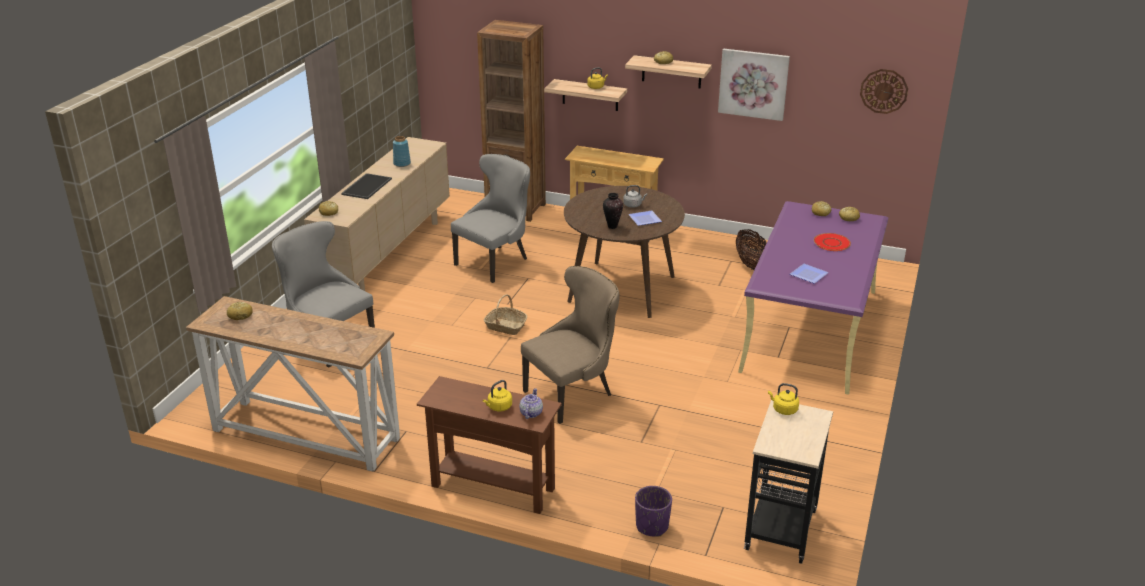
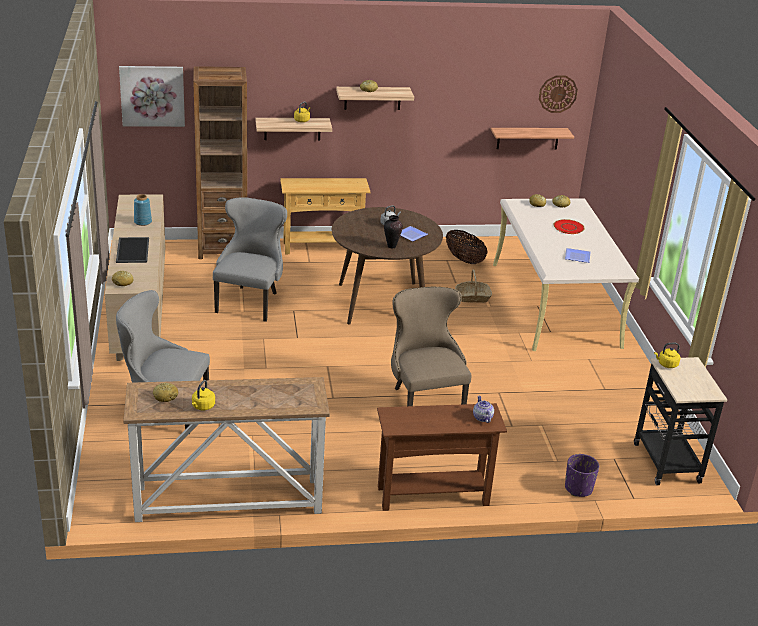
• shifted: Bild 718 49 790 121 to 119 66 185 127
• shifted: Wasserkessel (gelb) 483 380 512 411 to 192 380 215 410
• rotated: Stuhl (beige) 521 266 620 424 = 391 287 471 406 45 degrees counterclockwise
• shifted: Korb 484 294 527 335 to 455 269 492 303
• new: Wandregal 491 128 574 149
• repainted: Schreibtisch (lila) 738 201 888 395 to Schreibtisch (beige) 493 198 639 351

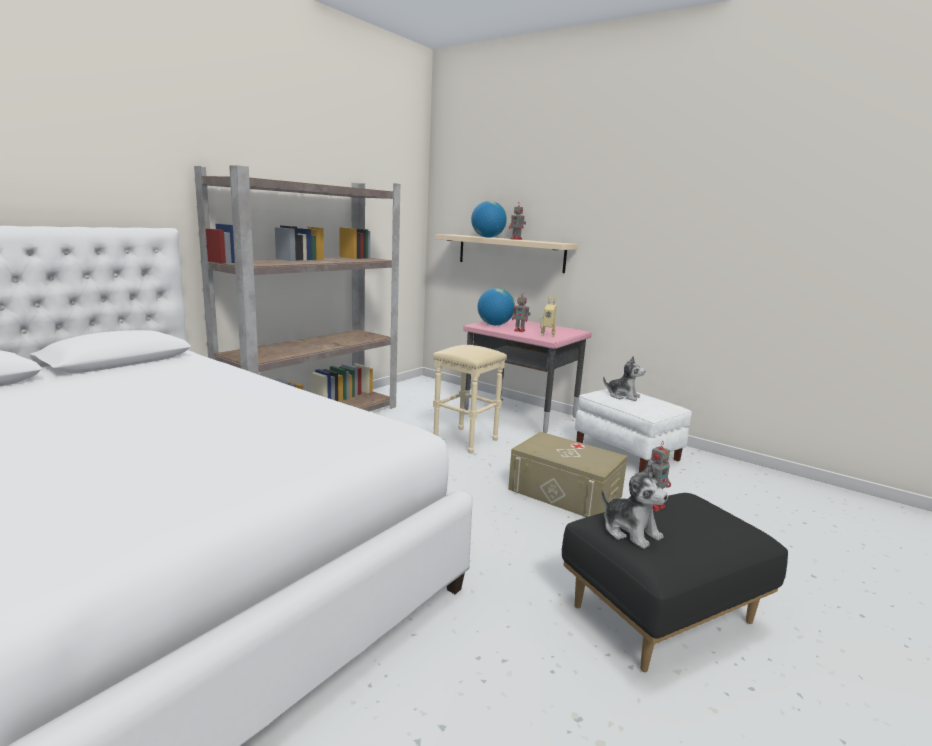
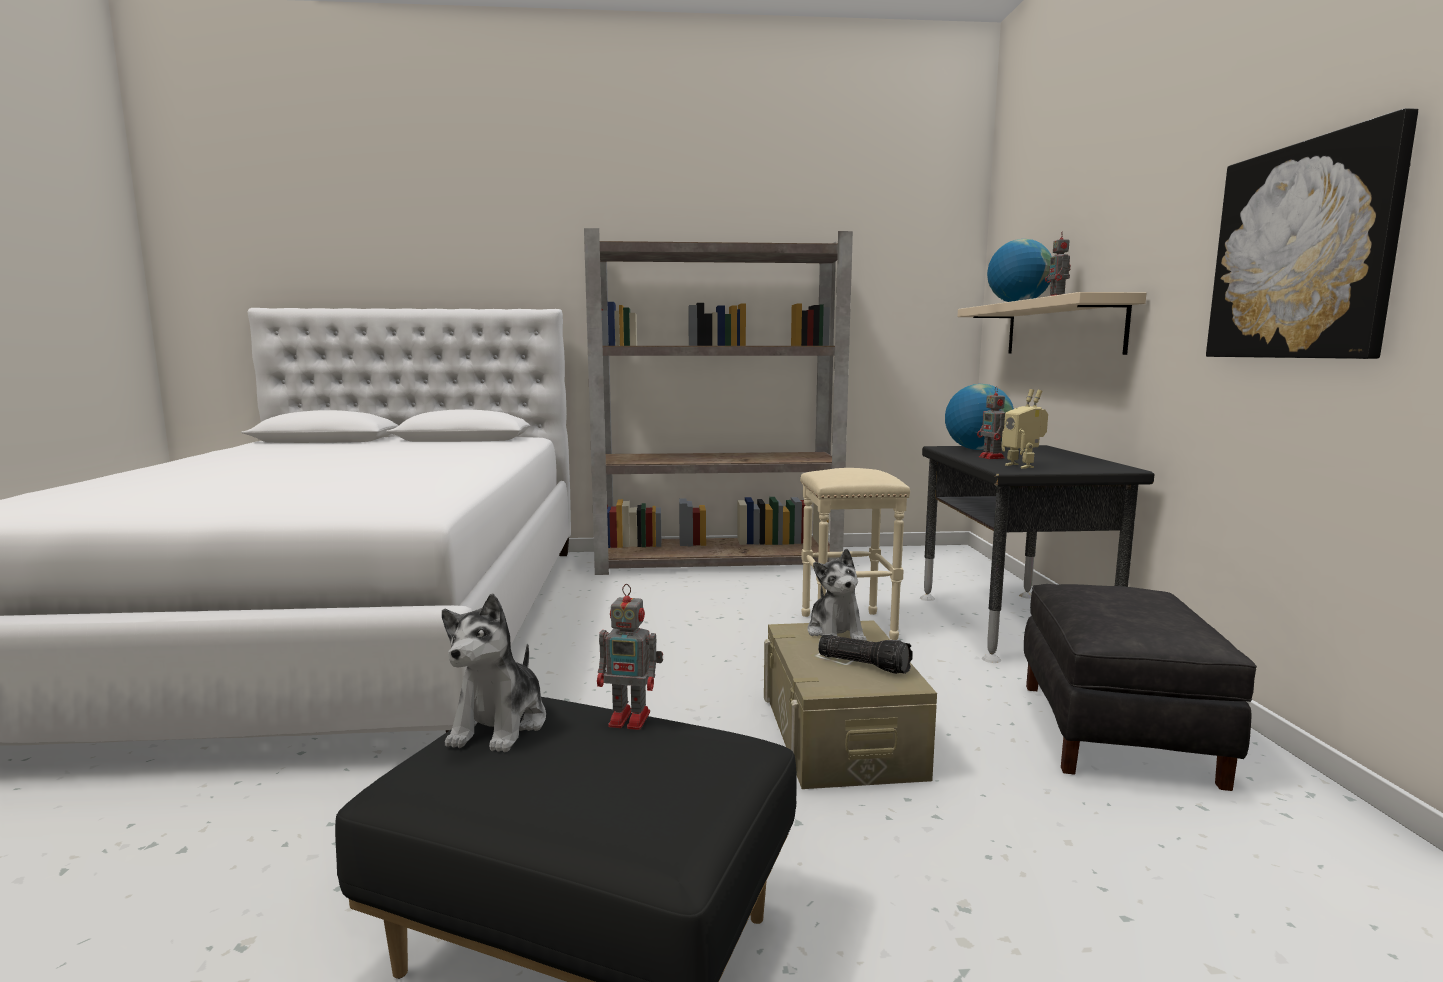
• shifted: Plüschtier 603 356 645 401 to 807 549 867 641
• new: Taschenlampe 818 635 913 674
• repainted: Schreibtisch (rosa) 463 318 592 433 to Schreibtisch (schwarz) 920 445 1154 663
• repainted: Polsterhocker (weiß) 575 389 692 472 to Polsterhocker (schwarz) 1024 584 1257 791
• new: Bild 1206 108 1418 359

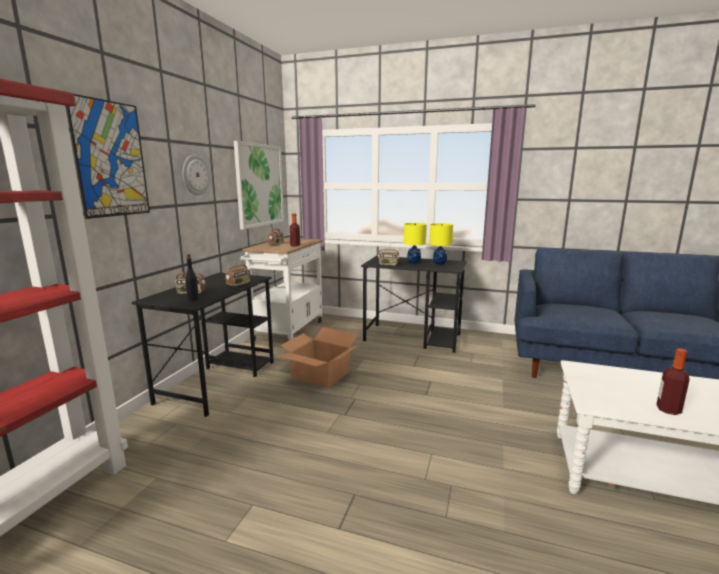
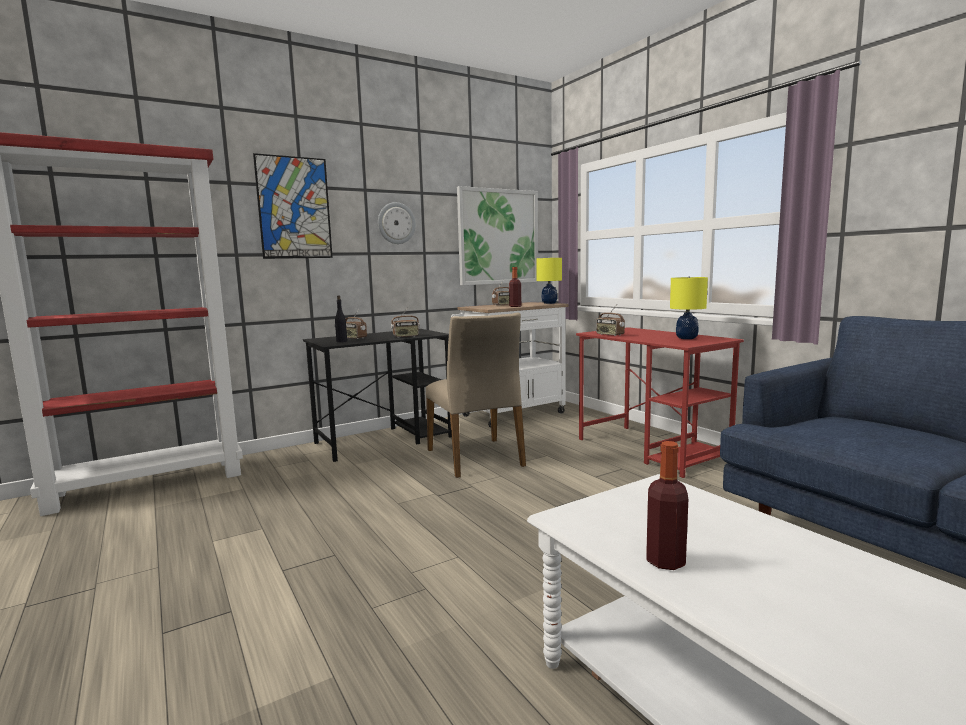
• swapped: Karton 278 327 359 388 to Stuhl (beige) 426 313 526 478
• shifted: Tischlampe (gelb) 404 223 427 264 to 536 257 562 304
• repainted: Schreibtisch (schwarz) 361 256 467 353 to Schreibtisch (rot) 576 327 744 478

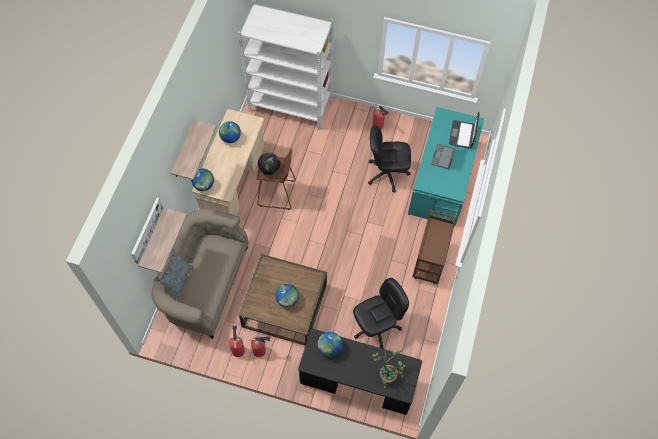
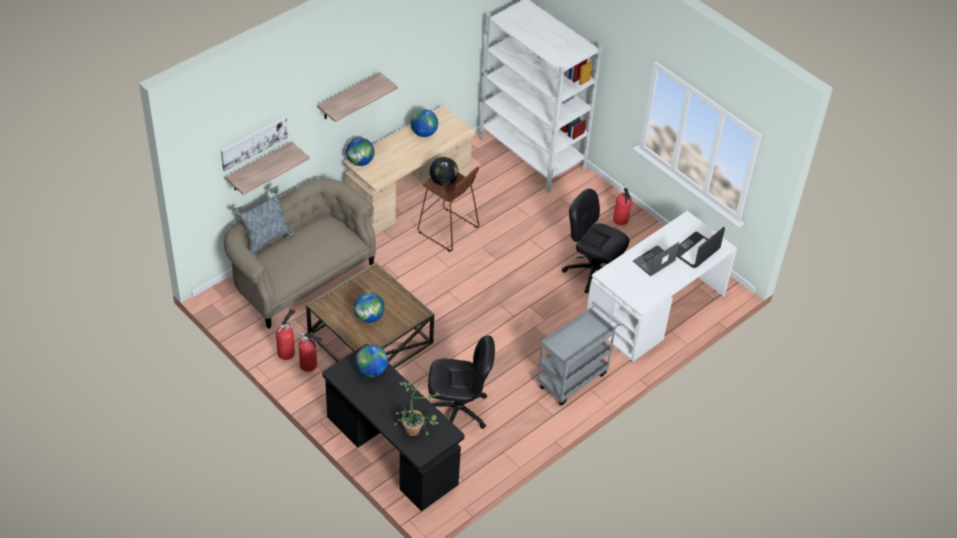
• repainted: Rollwagen (braun) 413 210 457 284 to Rollwagen (grau) 537 302 621 405
• repainted: Schreibtisch (türkis) 408 107 484 226 to Schreibtisch (weiß) 587 211 737 362

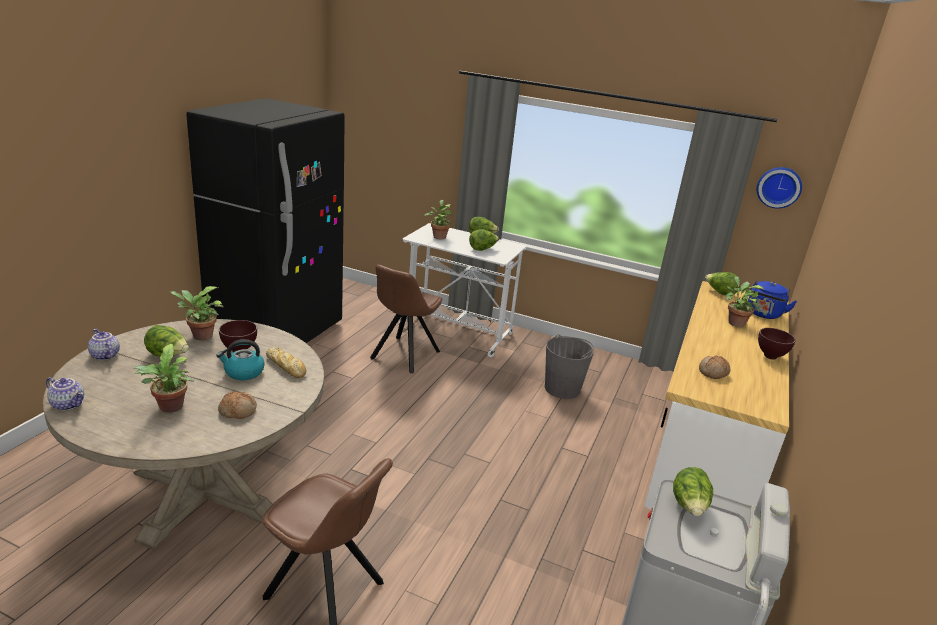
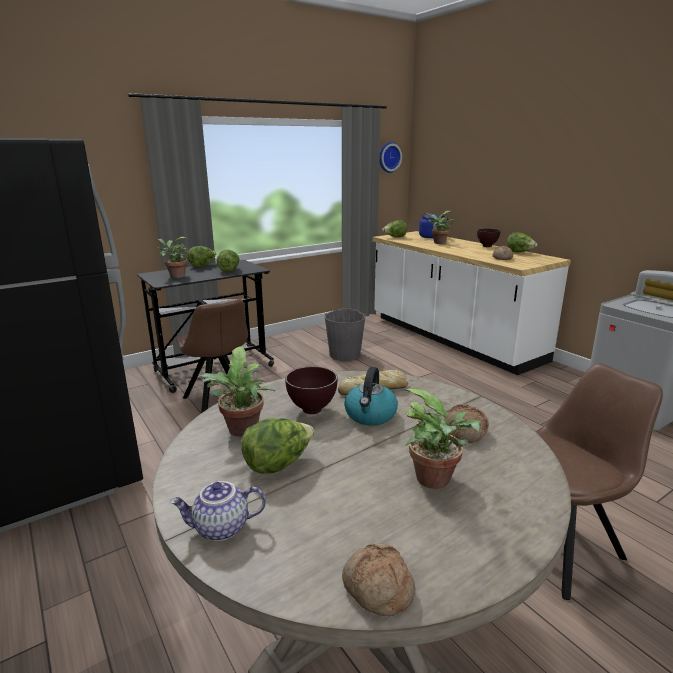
• repainted: Schreibtisch (weiß) 399 223 526 357 to Schreibtisch (schwarz) 137 260 274 393
• swapped: Teekanne 46 377 84 411 to Brot 342 543 415 616
• shifted: Salatkopf 673 467 713 516 to 507 233 537 253

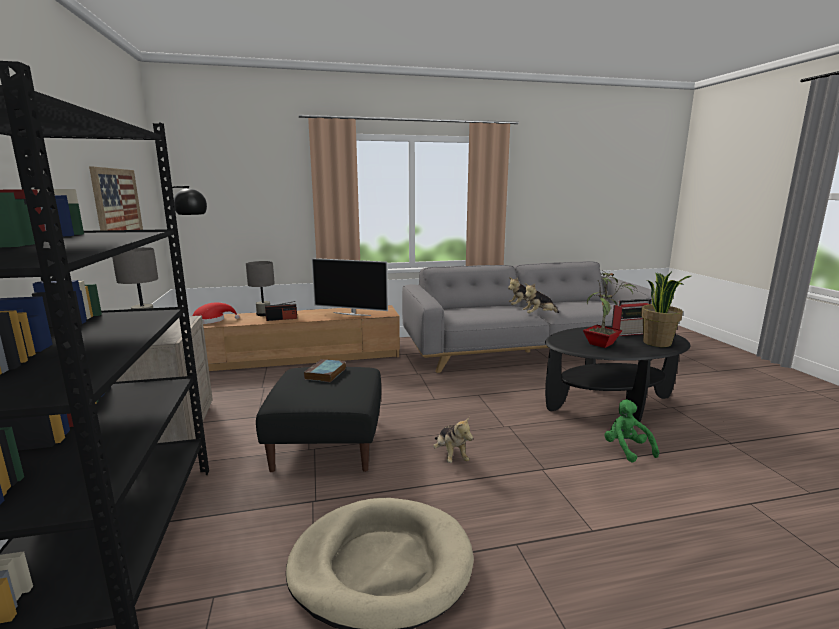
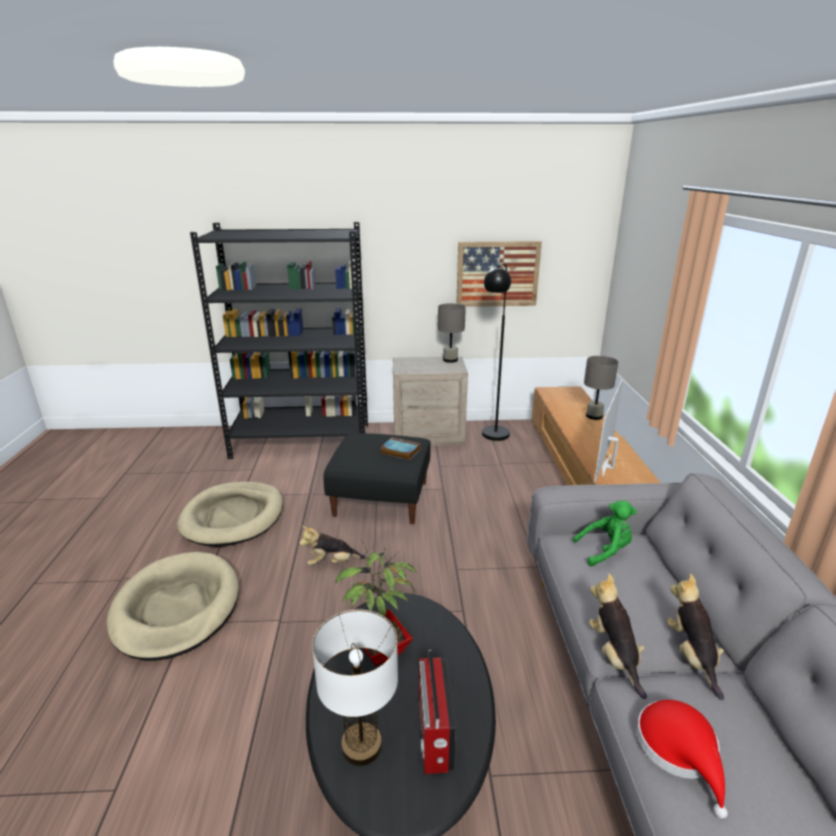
• new: Hundebett (beige) 107 552 239 661
• swapped: Topfpflanze 641 272 691 347 to Tischlampe 312 610 398 766
• shifted: Plüschtier (grün) 605 399 659 463 to 573 501 637 567
• shifted: Hut (rot) 193 302 239 324 to 636 700 728 819
• gone: Radio 265 301 297 321

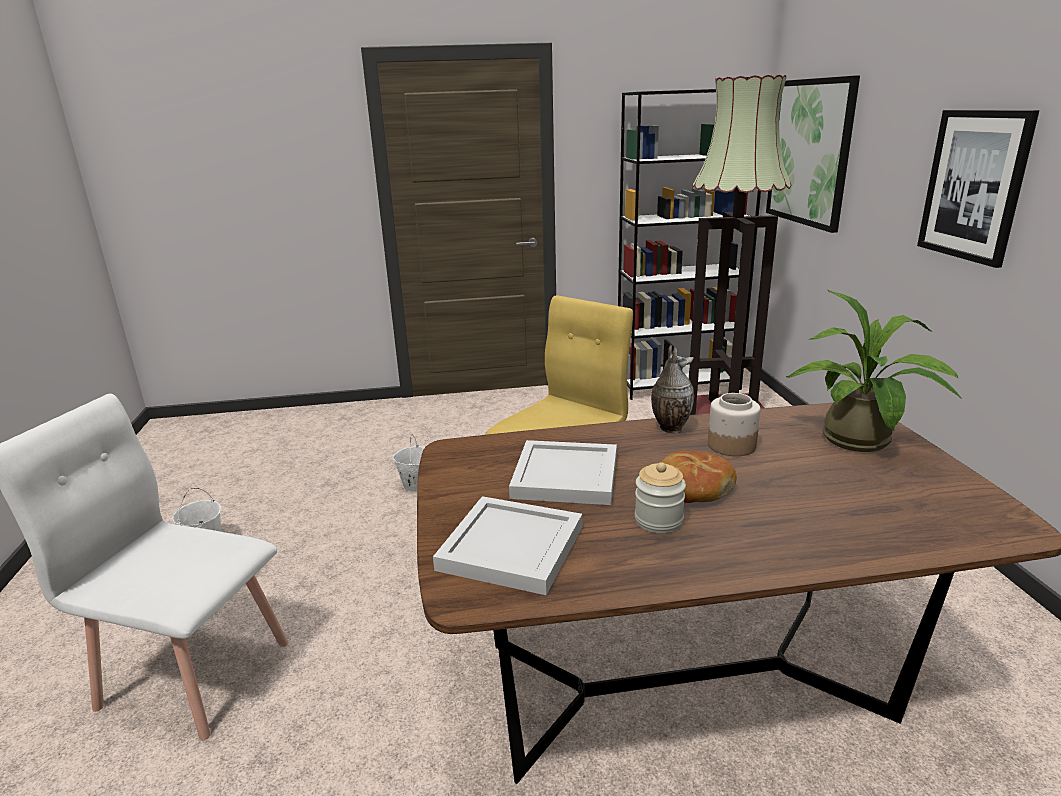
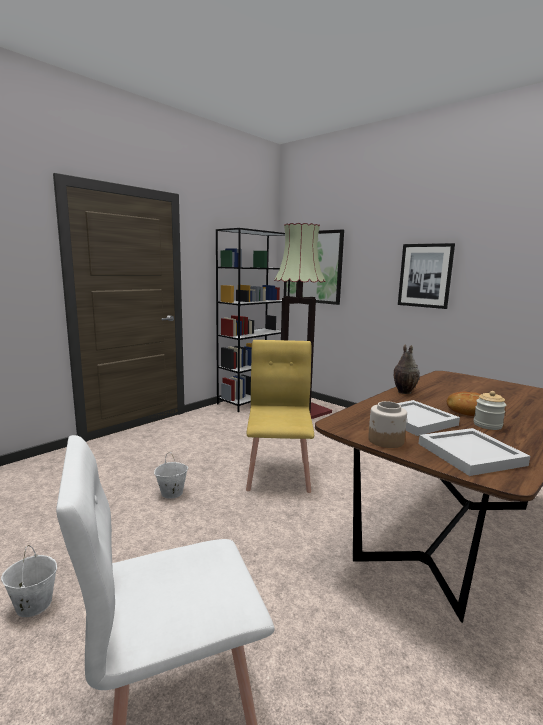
• shifted: Vorratsglas 708 393 761 456 to 368 401 407 448
• gone: Topfpflanze 786 290 962 452

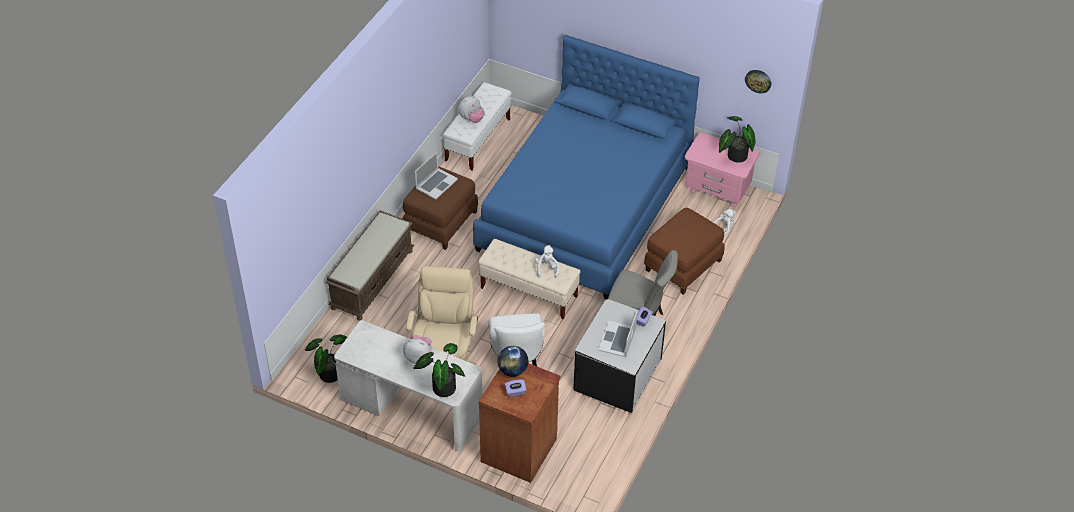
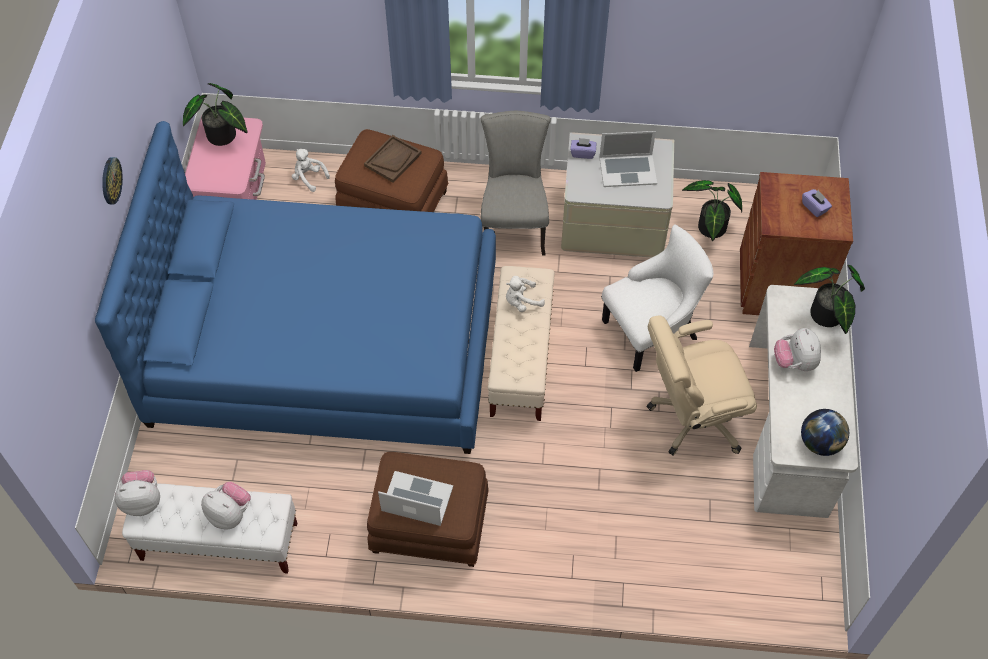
• shifted: Wanduhr 745 70 771 93 to 102 157 123 205
• new: Plüschtier 115 470 160 516
• new: Tablett (braun) 364 135 422 183
• repainted: Nachttisch (schwarz) 573 299 666 413 to Nachttisch (beige) 561 132 674 258
• shifted: Topfpflanze 305 335 347 383 to 682 180 742 241
• shifted: Globus 498 346 529 377 to 801 409 849 456
• gone: Bank (braun) 325 210 414 321

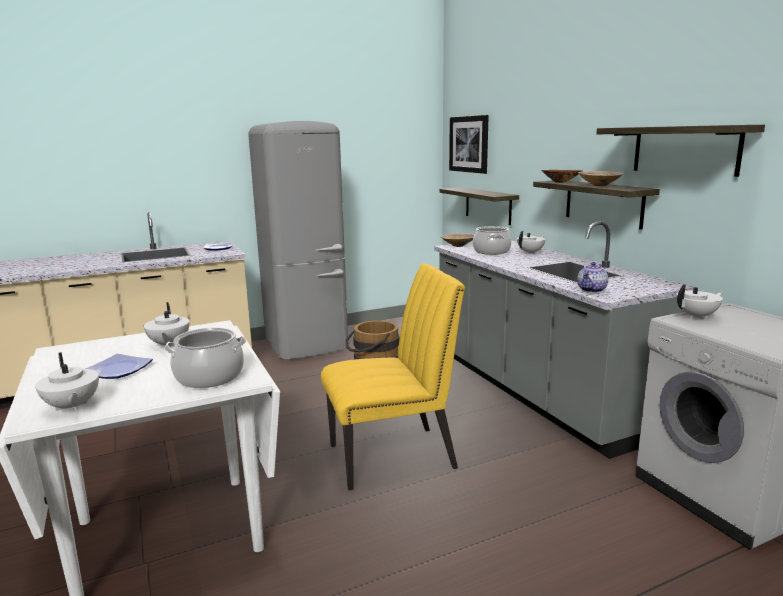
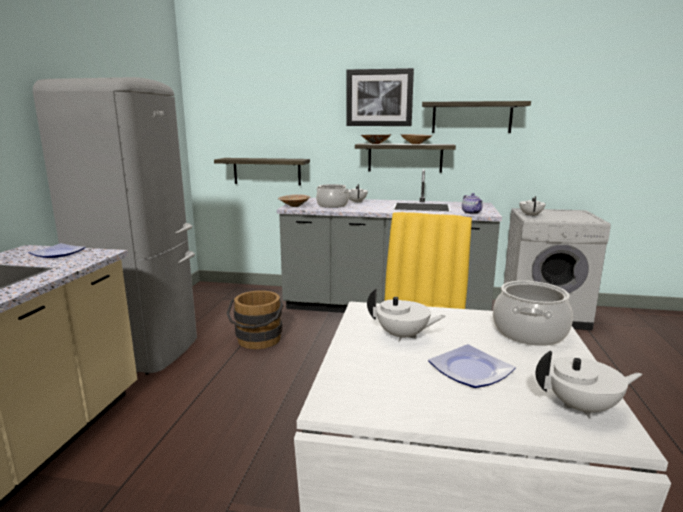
• shifted: Bild 449 115 489 174 to 346 68 414 126

